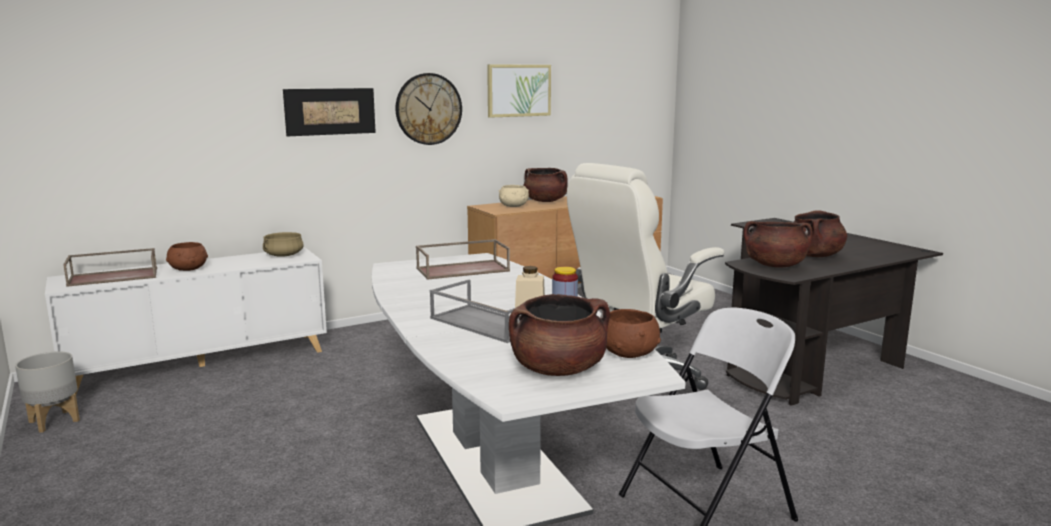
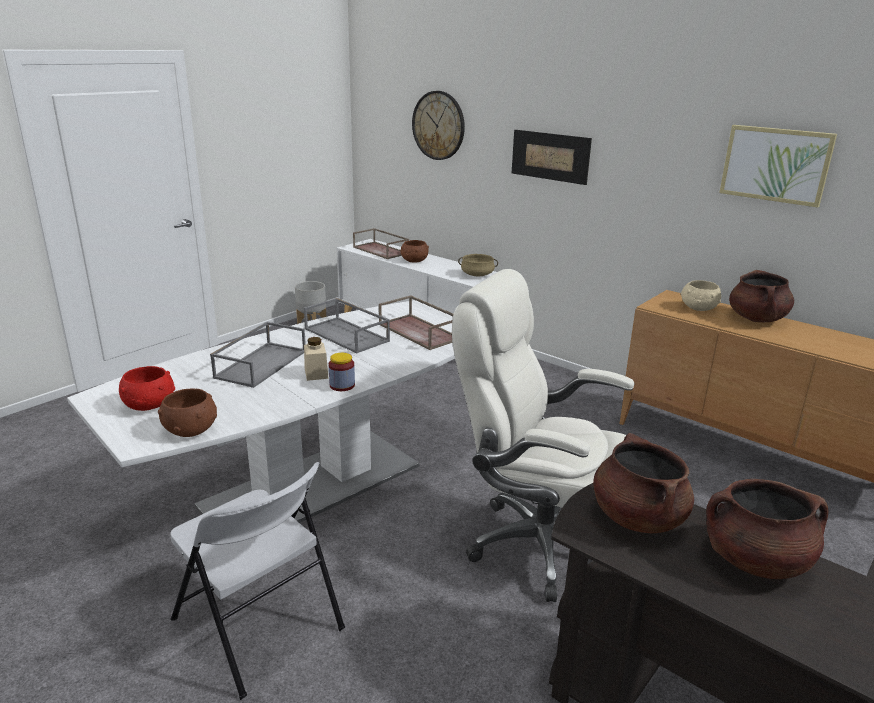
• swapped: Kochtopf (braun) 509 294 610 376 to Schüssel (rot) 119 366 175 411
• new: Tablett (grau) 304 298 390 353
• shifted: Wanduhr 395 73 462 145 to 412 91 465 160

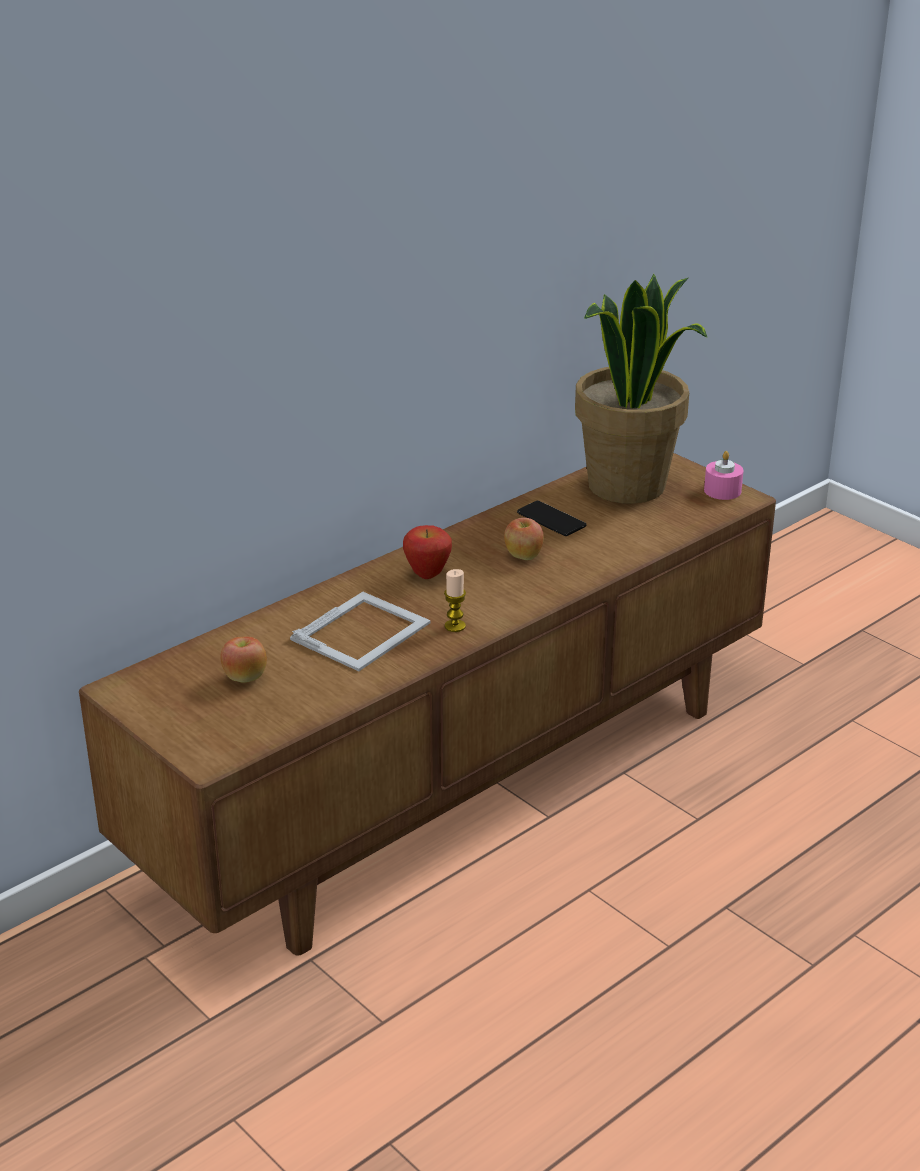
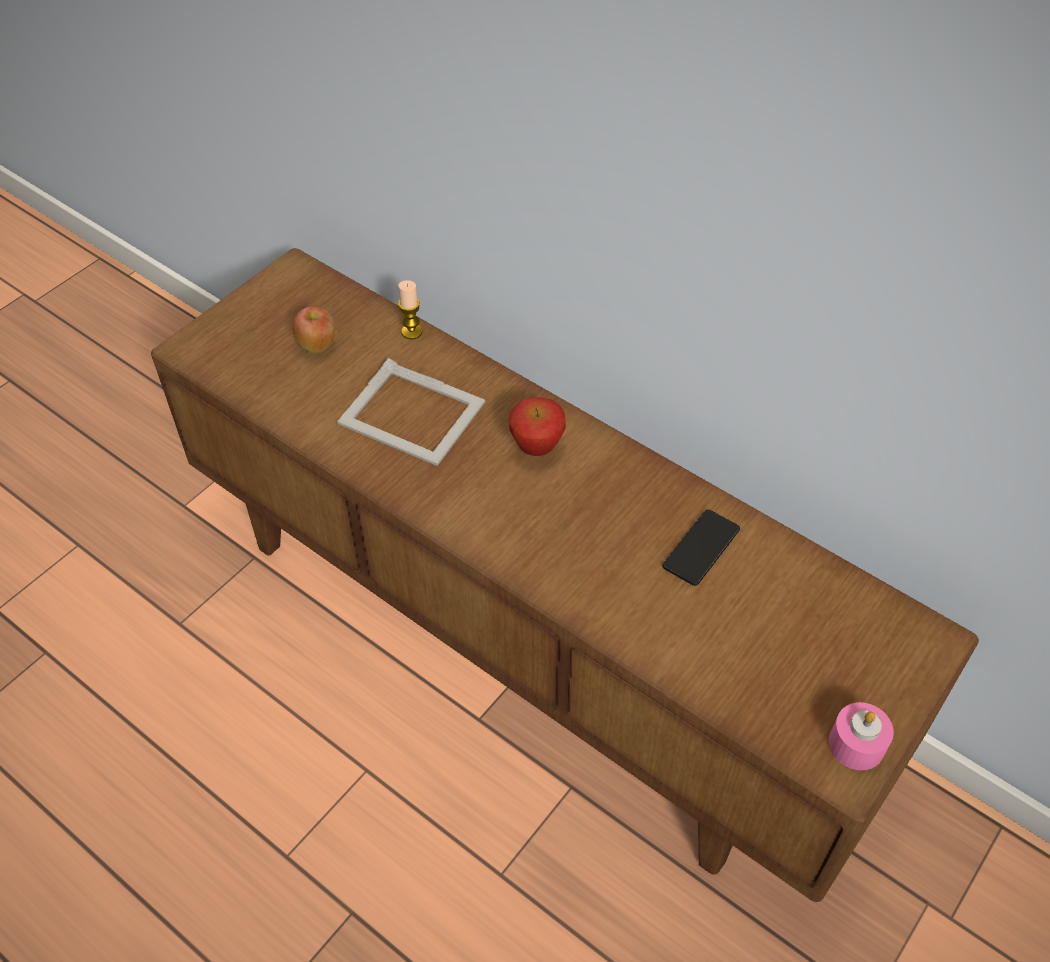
• shifted: Kerze 444 569 466 632 to 398 280 422 339
• gone: Apfel 504 518 544 560
• gone: Topfpflanze 575 274 707 504

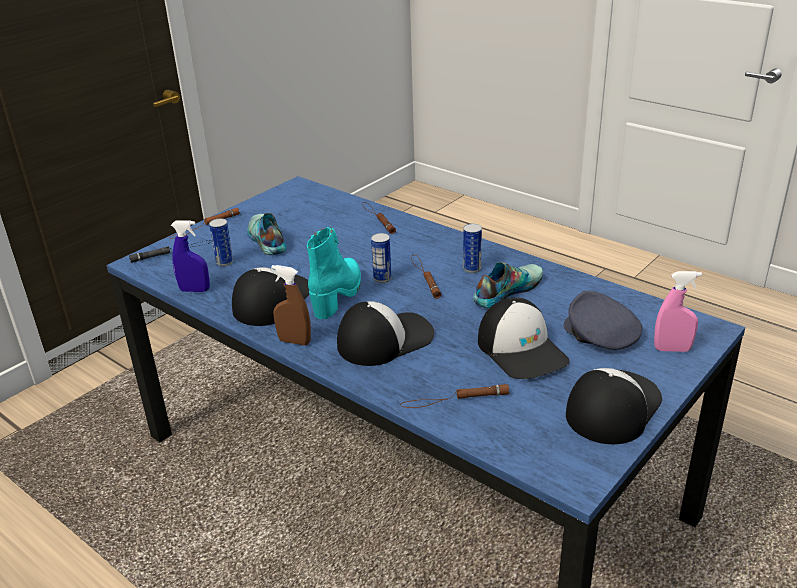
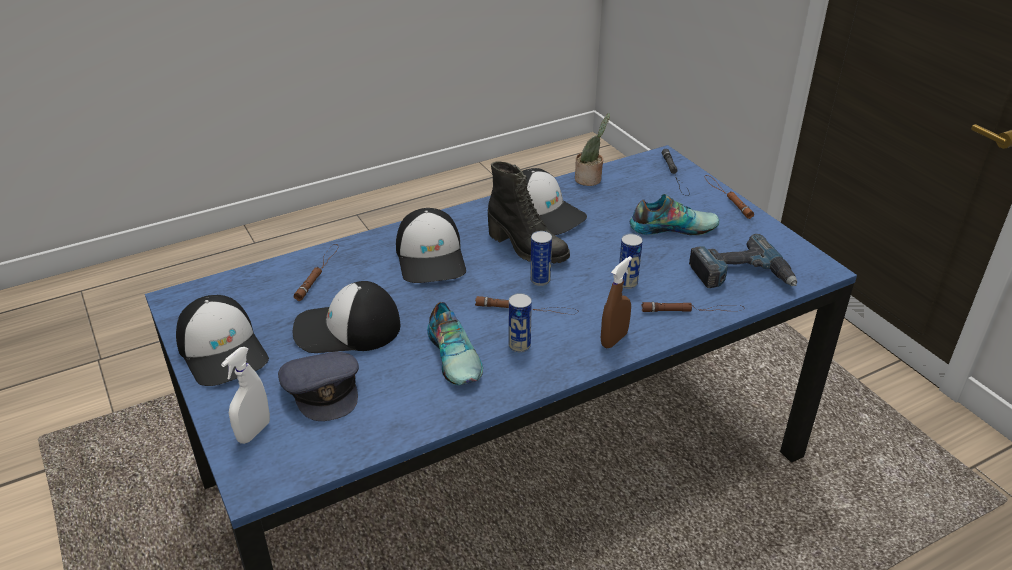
• repainted: Sprühflasche (rosa) 654 271 702 352 to Sprühflasche (weiß) 221 347 270 444
• rotated: Kappe (grau) 564 291 643 350 = 278 351 359 421 75 degrees clockwise
• repainted: Stiefel (türkis) 307 227 361 319 to Stiefel (schwarz) 488 162 570 263
• swapped: Sprühflasche (blau) 171 220 210 292 to Topfpflanze 575 113 610 186
• shifted: Sprühflasche (braun) 271 265 311 345 to 601 256 632 348
• shifted: Dose 209 218 233 267 to 619 234 643 289
• new: Bohrmaschine 689 234 797 288

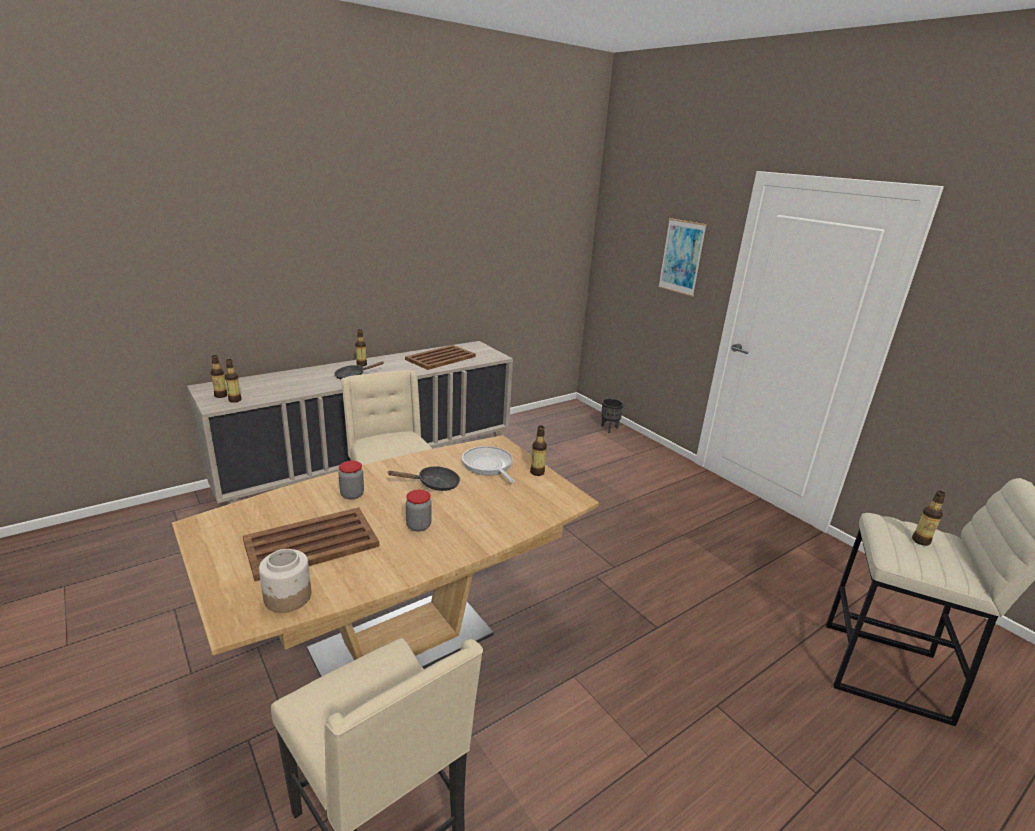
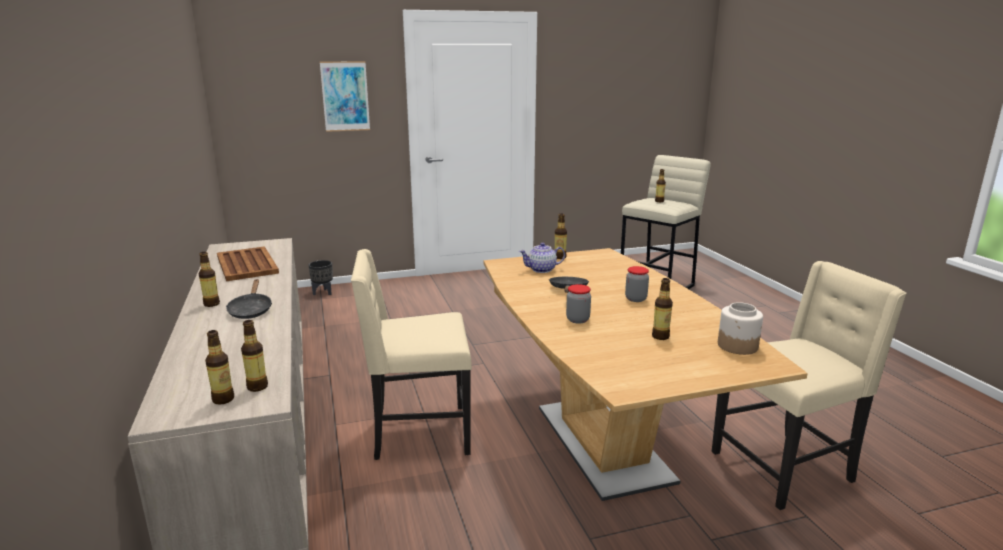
• swapped: Pfanne 462 446 515 483 to Teekanne 519 242 565 273
• swapped: Tablett (braun) 243 507 379 581 to Flasche 652 278 673 340

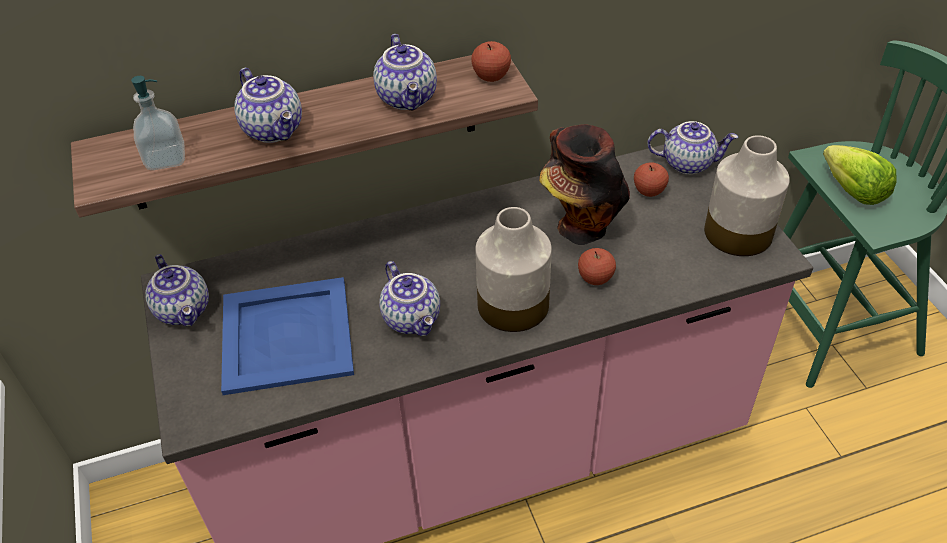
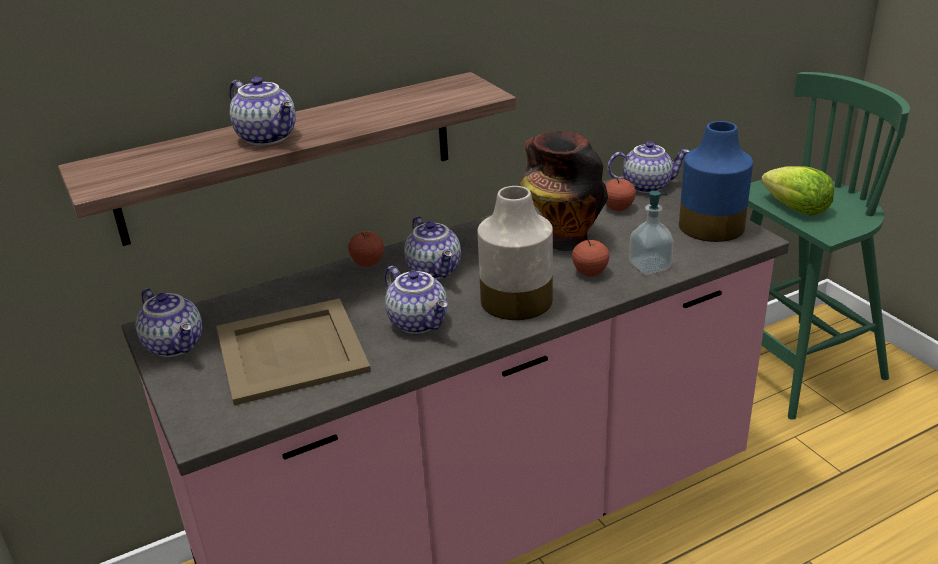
• repainted: Tablett (blau) 221 277 354 395 to Tablett (beige) 216 298 371 405
• shifted: Apfel 471 41 511 82 to 348 231 384 267
• shifted: Teekanne 373 34 437 111 to 404 216 461 279
• shifted: Seifenspender 131 76 185 170 to 629 191 674 275
• repainted: Vase (beige) 704 135 790 256 to Vase (blau) 679 121 753 242

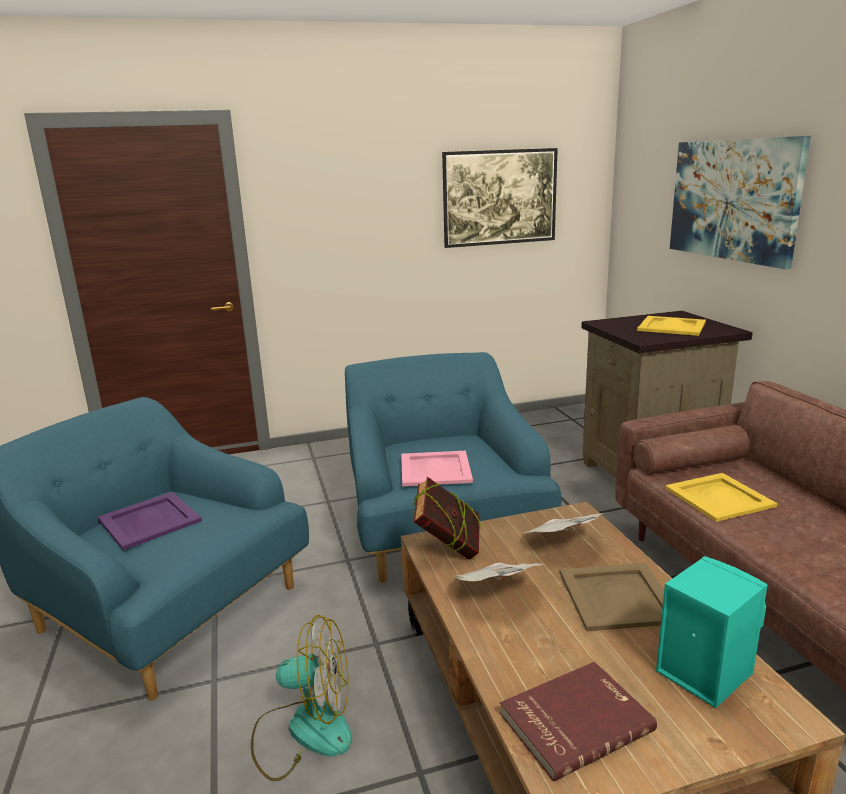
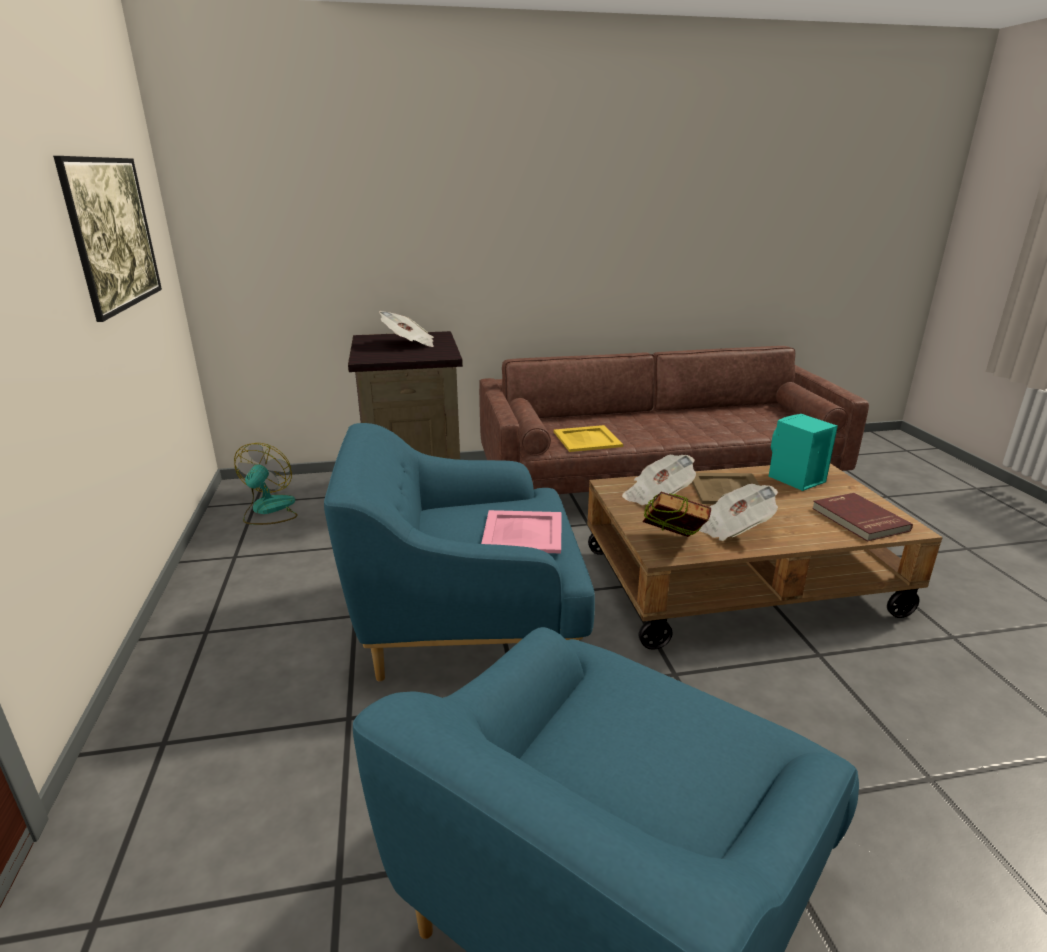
• shifted: Ventilator 251 615 352 781 to 234 443 298 525
• swapped: Tablett (gelb) 637 316 706 336 to Zeitung 379 311 434 347
• gone: Tablett (lila) 98 492 202 550
• gone: Bild 670 136 811 269

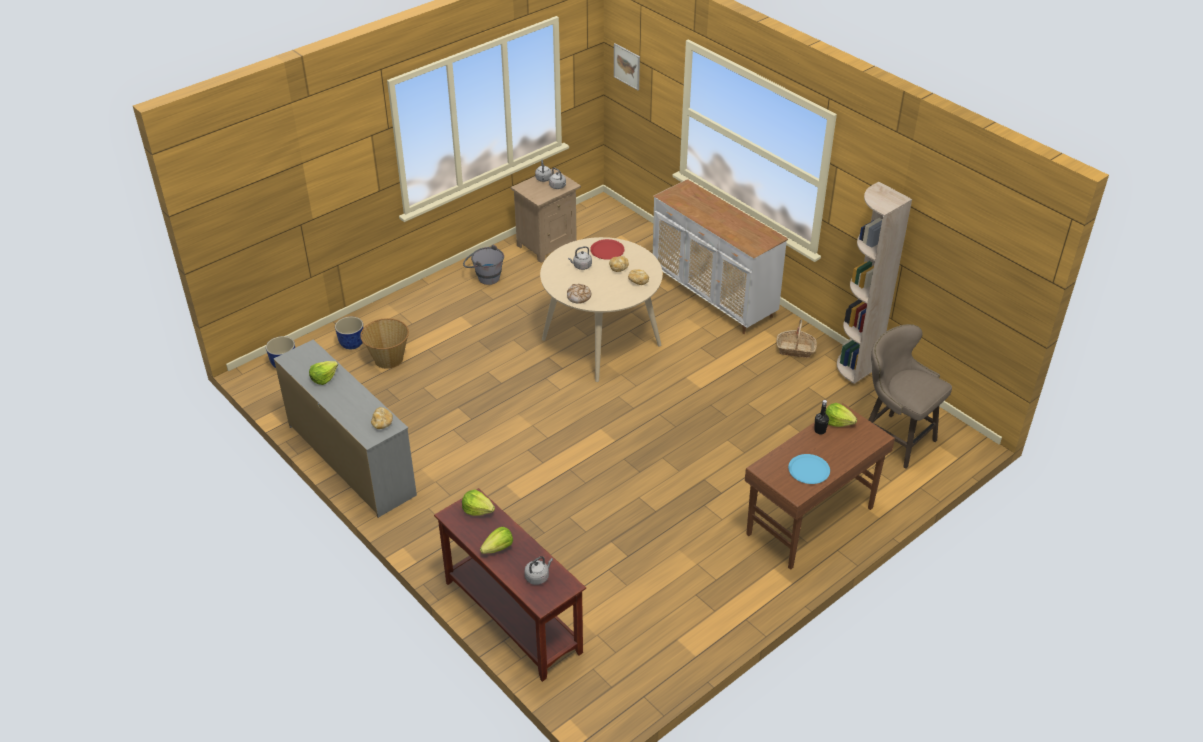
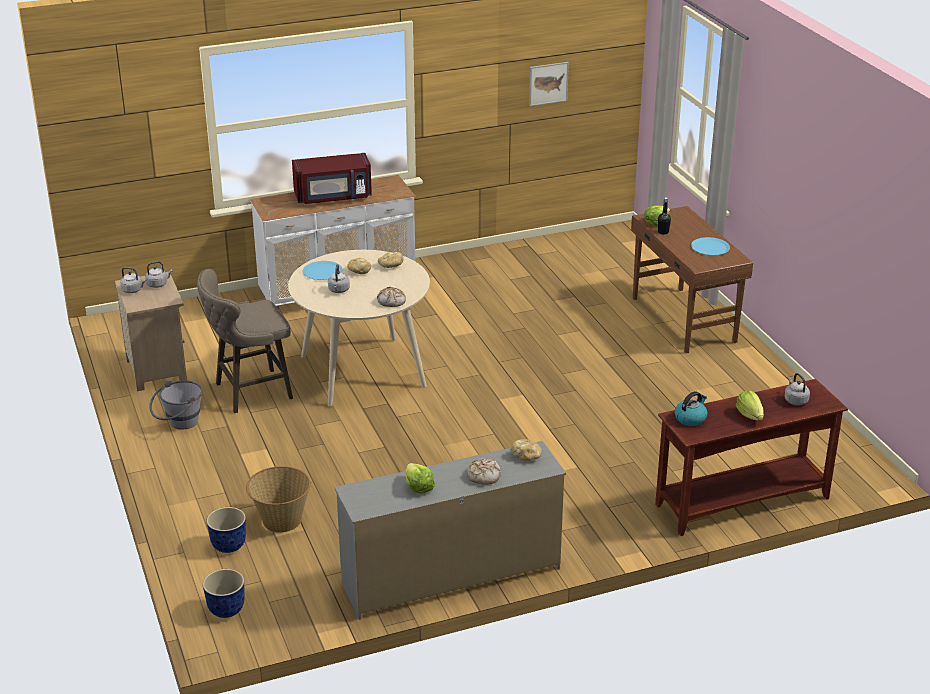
• shifted: Hocker (beige) 869 324 952 469 to 197 269 293 413
• new: Mikrowelle (rot) 292 153 372 204
• repainted: Teller (rot) 590 239 625 260 to Teller (blau) 303 261 343 280
• new: Brot 467 458 501 485
• shifted: Bild 614 43 640 90 to 529 62 569 106
• swapped: Salatkopf 462 489 495 516 to Wasserkessel 675 391 707 426
• gone: Korb 777 319 817 358
• gone: Bücherregal (beige) 837 182 912 384

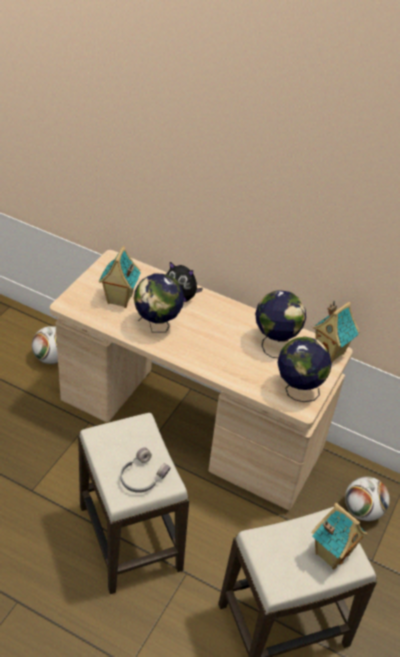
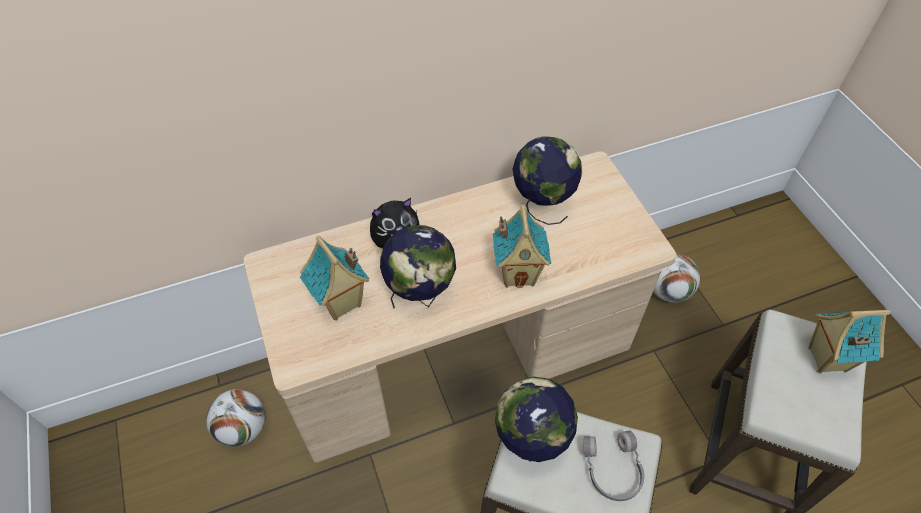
• shifted: Spielzeughaus 313 301 359 363 to 493 205 551 288
• shifted: Globus 277 336 332 402 to 495 377 578 462

